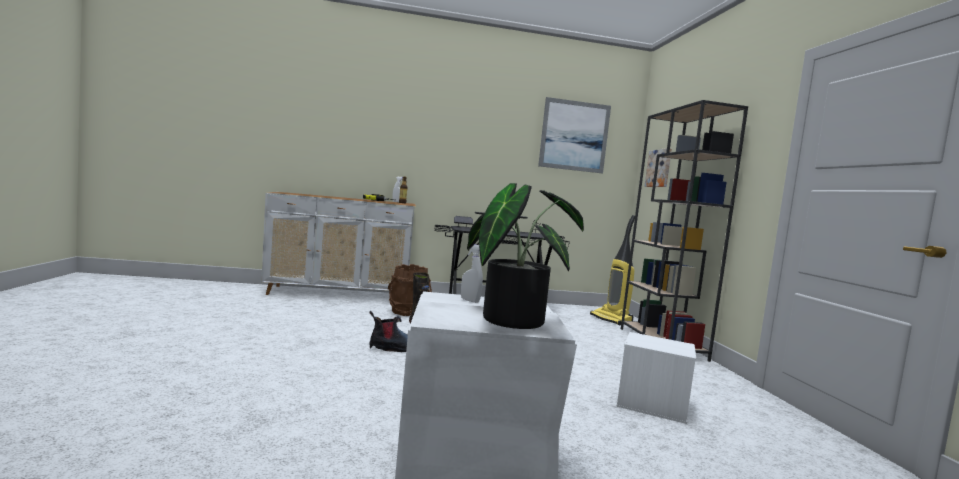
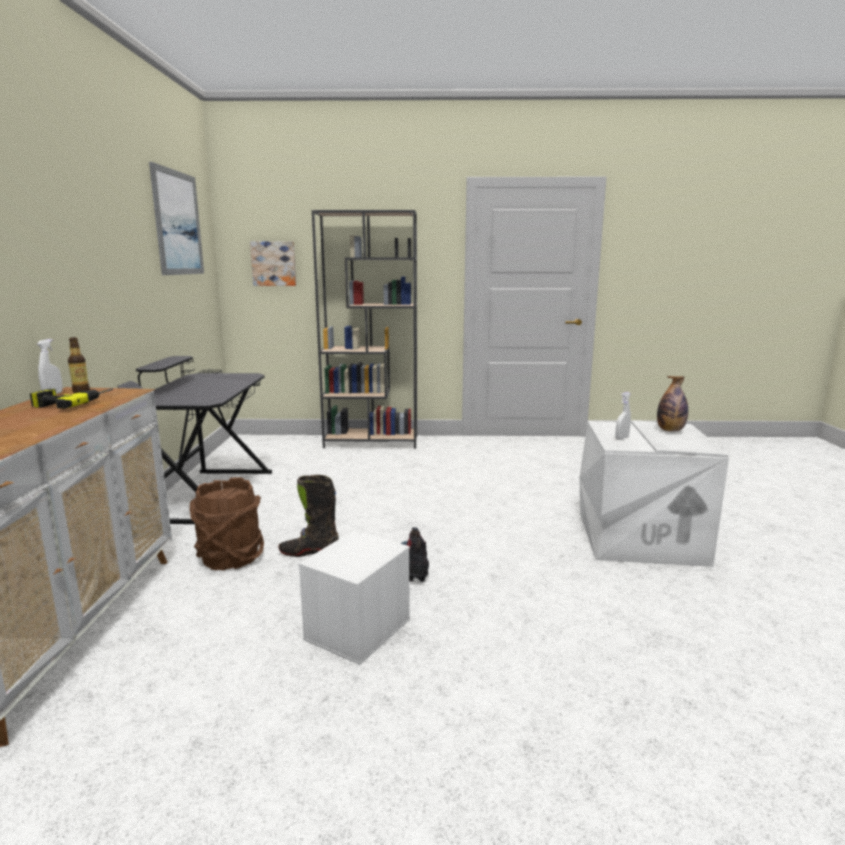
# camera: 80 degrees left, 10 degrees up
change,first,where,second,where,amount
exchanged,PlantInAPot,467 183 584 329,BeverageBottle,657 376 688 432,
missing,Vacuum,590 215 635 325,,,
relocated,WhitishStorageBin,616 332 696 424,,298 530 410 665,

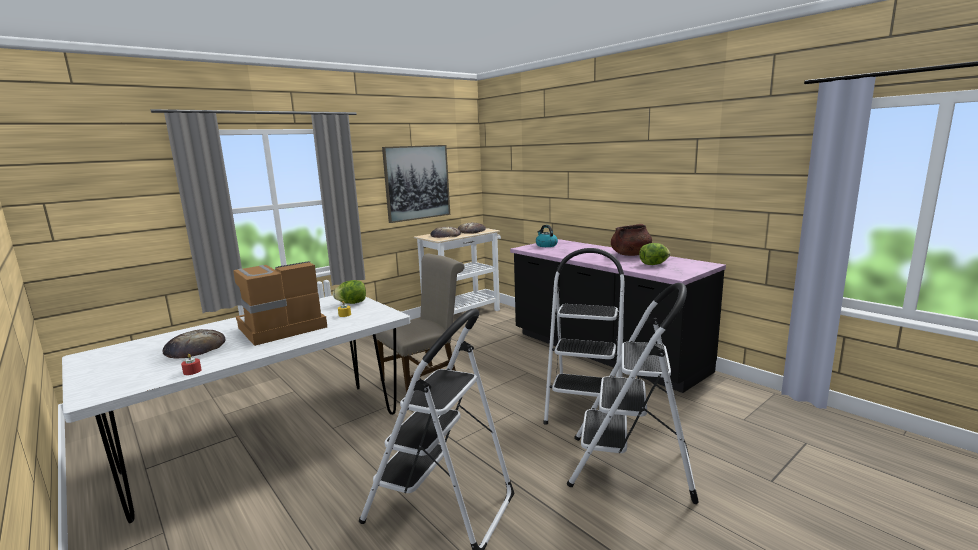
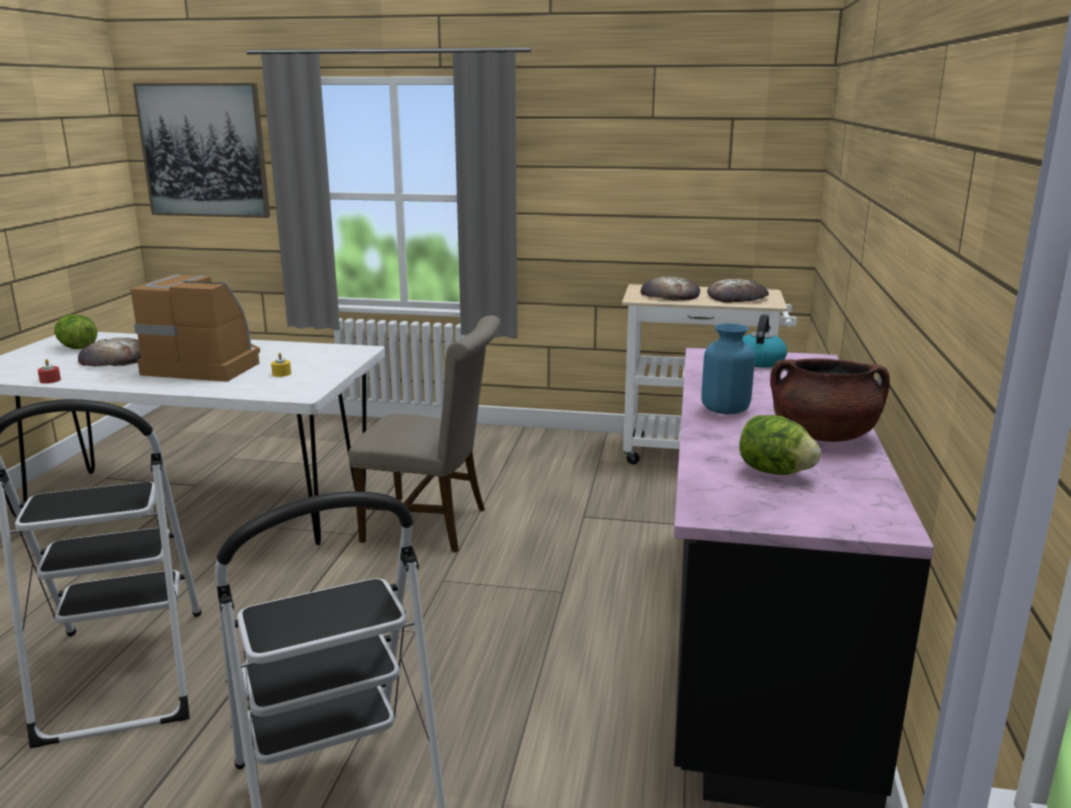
# camera: 50 degrees right, 5 degrees up
change,first,where,second,where,amount
relocated,Picture,382 145 450 223,,133 83 270 218,
missing,StepStool,543 248 625 425,,,
relocated,Lettuce,333 280 366 304,,55 314 97 349,
appeared,,,BlueColouredVase,701 323 755 414,

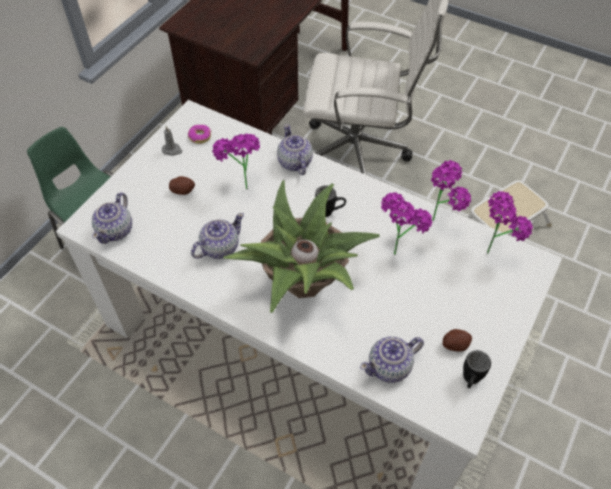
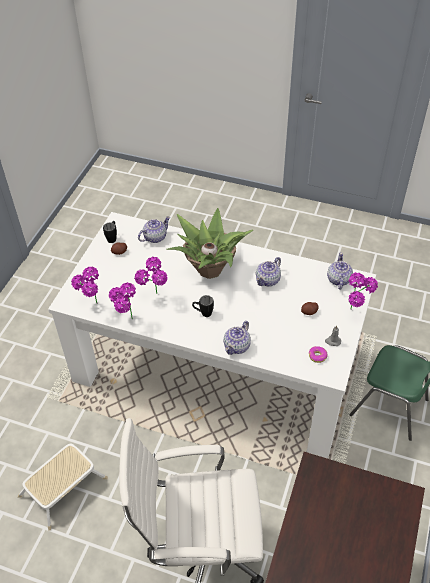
# camera: 170 degrees right, 5 degrees down
change,first,where,second,where,amount
spun,TeaPot,277 124 313 175,,223 321 251 355,60 degrees clockwise
relocated,PlantInAPot,212 134 260 189,,348 272 378 309,

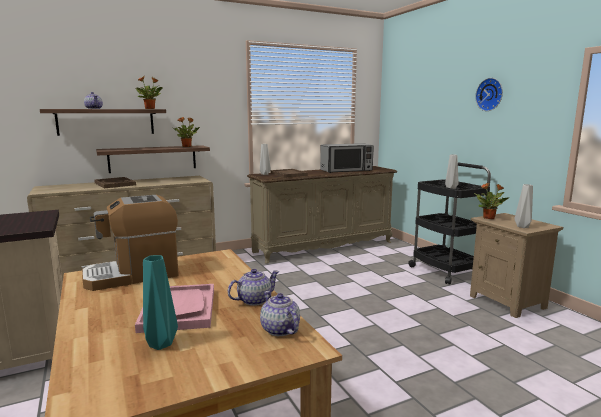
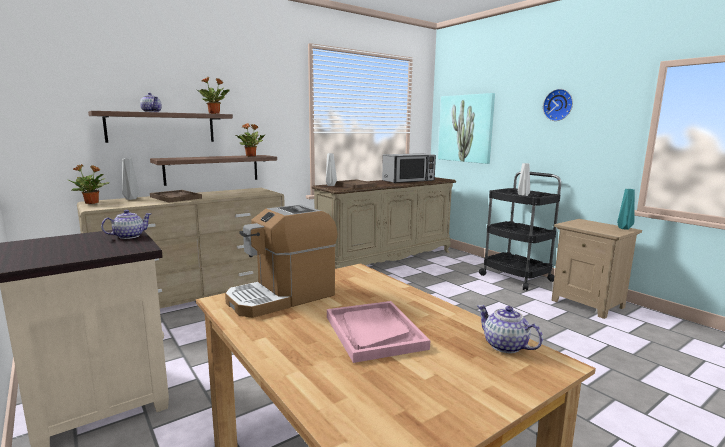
# camera: 10 degrees left, 0 degrees up
change,first,where,second,where,amount
relocated,PlantInAPot,474 183 508 219,,68 164 110 204,
relocated,GrayVase,514 184 533 228,,122 158 139 200,
relocated,BlueGreenVase,143 255 178 350,,617 189 635 230,
relocated,TeaPot,228 269 279 306,,101 210 152 239,
appeared,,,Picture,438 93 495 164,

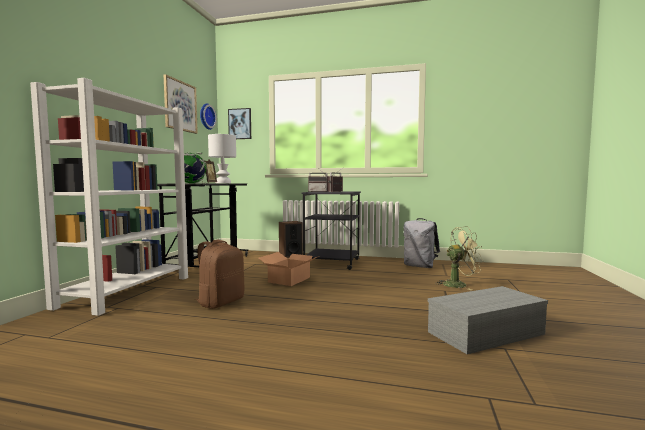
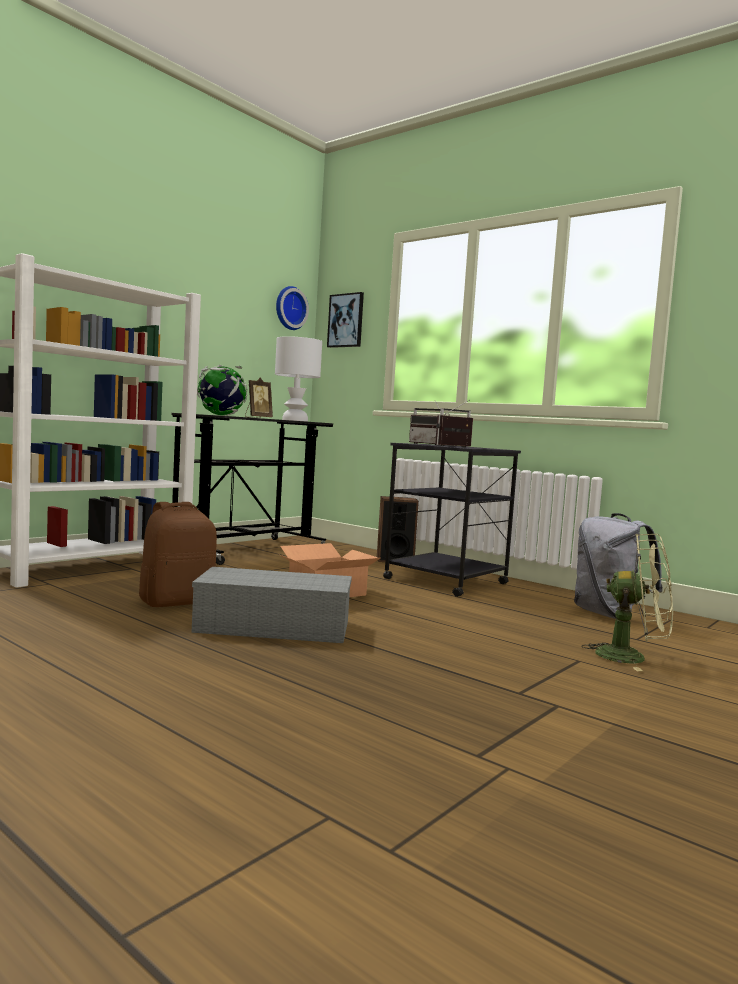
# camera: 25 degrees right, 0 degrees up
change,first,where,second,where,amount
missing,Picture,163 74 198 134,,,
relocated,GrayStorageBin,428 286 548 354,,192 567 352 643,

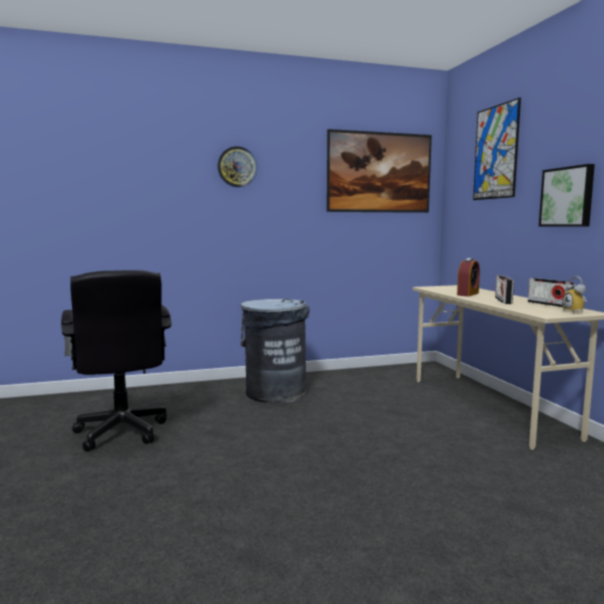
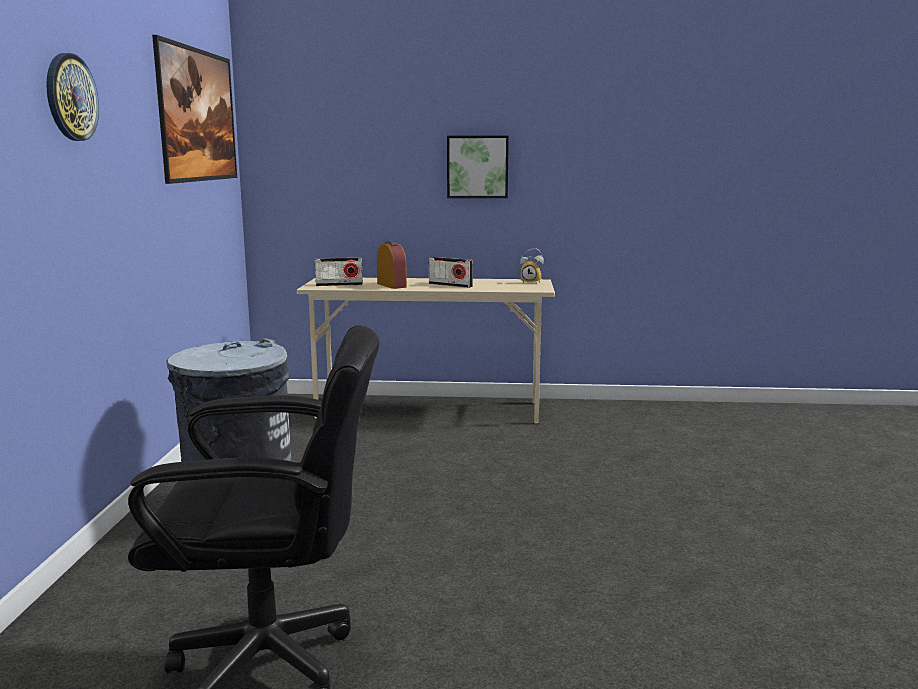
# camera: 70 degrees left, 5 degrees up
change,first,where,second,where,amount
missing,Picture,473 97 521 200,,,
relocated,Radio,528 278 574 307,,315 258 363 286,

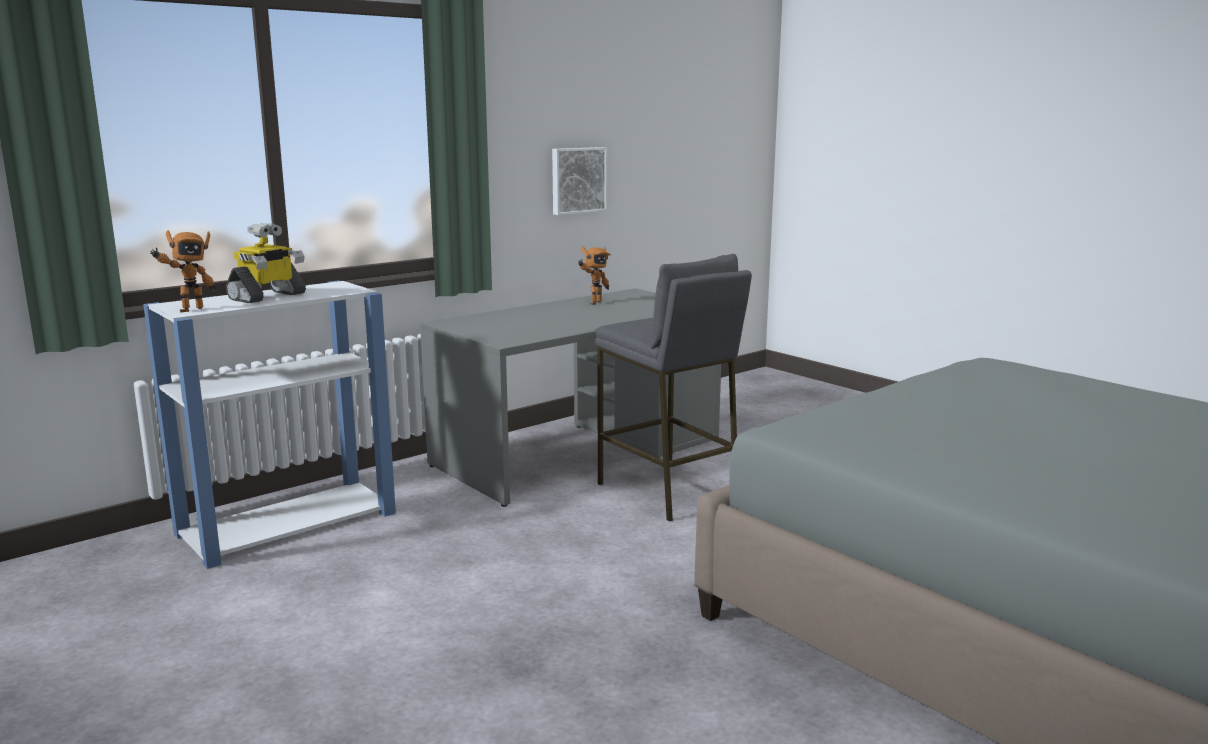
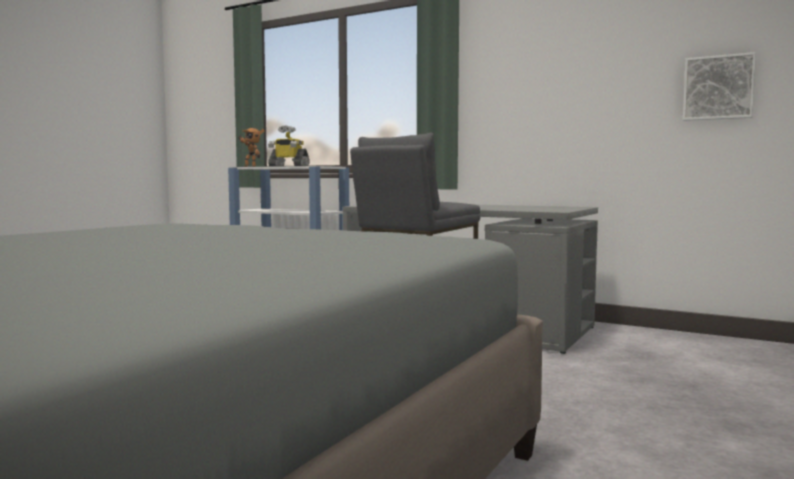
# camera: 70 degrees right, 10 degrees down
change,first,where,second,where,amount
relocated,Picture,552 147 607 215,,683 52 756 121,
missing,ToyRobot,578 246 611 305,,,

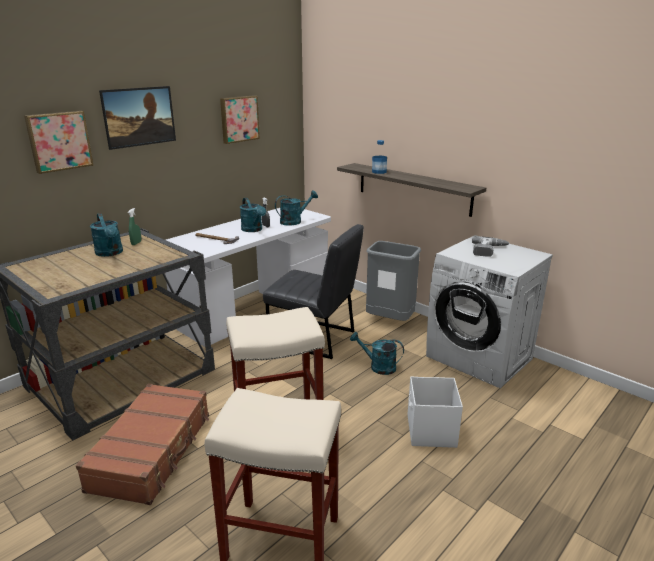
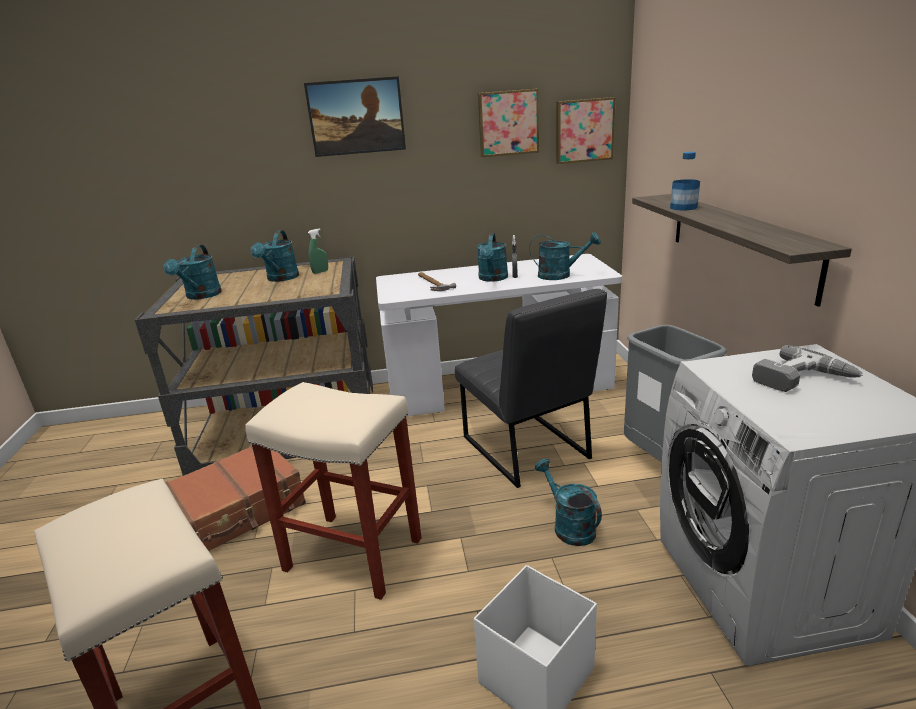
# camera: 40 degrees right, 0 degrees up
change,first,where,second,where,amount
relocated,Picture,24 111 94 174,,556 97 616 164,
appeared,,,BlueGreenSprinklingCan,163 245 222 300,

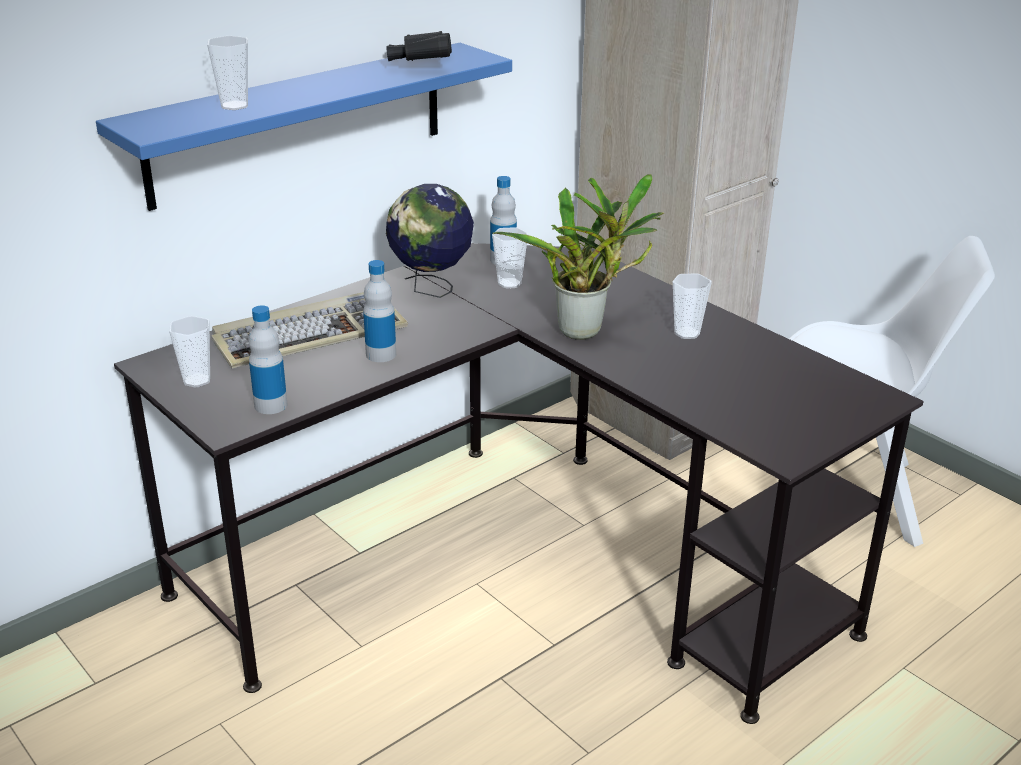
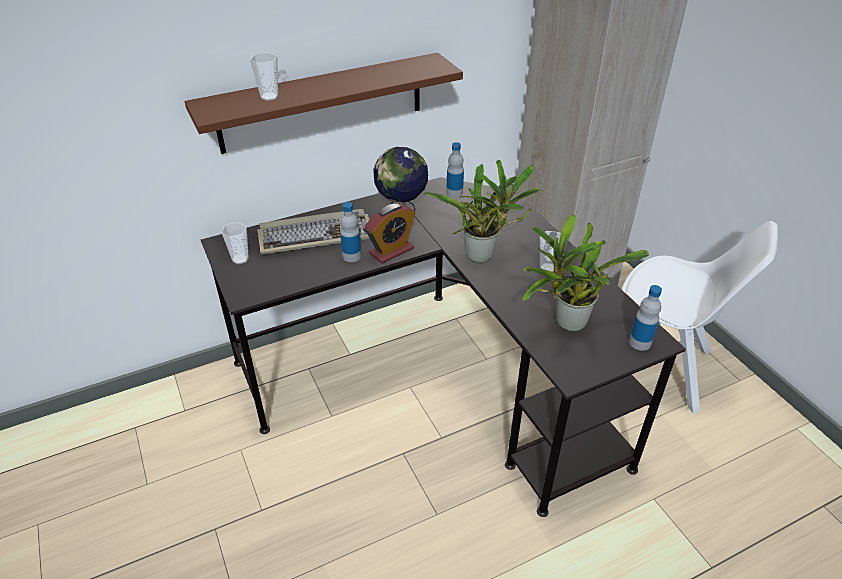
# camera: 15 degrees right, 10 degrees up
change,first,where,second,where,amount
missing,BlackishPairOfBinoculars,386 31 452 61,,,
colour,BlueColouredShelf,96 43 512 211,BrownShelf,185 53 463 154,
missing,Cup,492 227 528 289,,,
relocated,BeverageBottle,248 305 288 414,,629 285 662 351,
appeared,,,TableClock,365 204 416 264,
appeared,,,PlantInAPot,522 214 649 332,

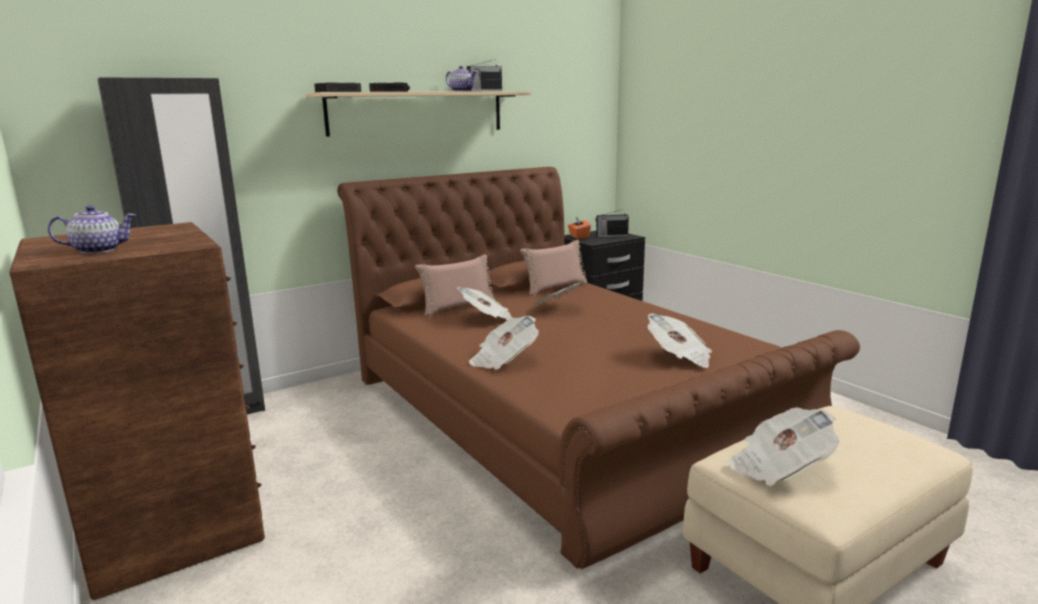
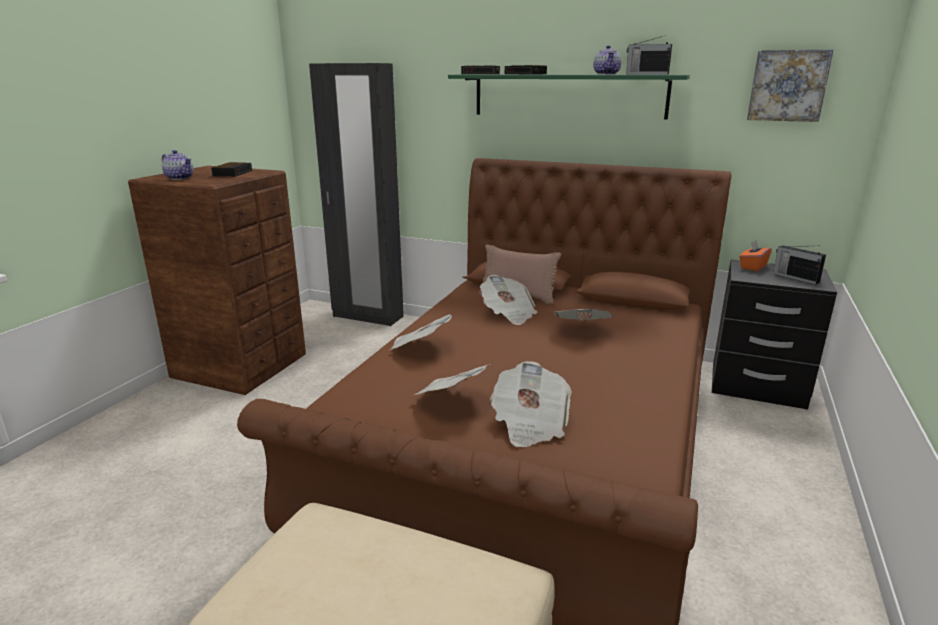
# camera: 55 degrees right, 5 degrees up
change,first,where,second,where,amount
colour,SandColouredShelf,306 91 531 137,GreenishShelf,448 75 690 120,
missing,SandColouredCushion,520 240 587 296,,,
relocated,Newspaper,728 407 839 486,,414 364 490 395,
appeared,,,Picture,747 49 834 122,
appeared,,,TableClock,211 162 252 177,

